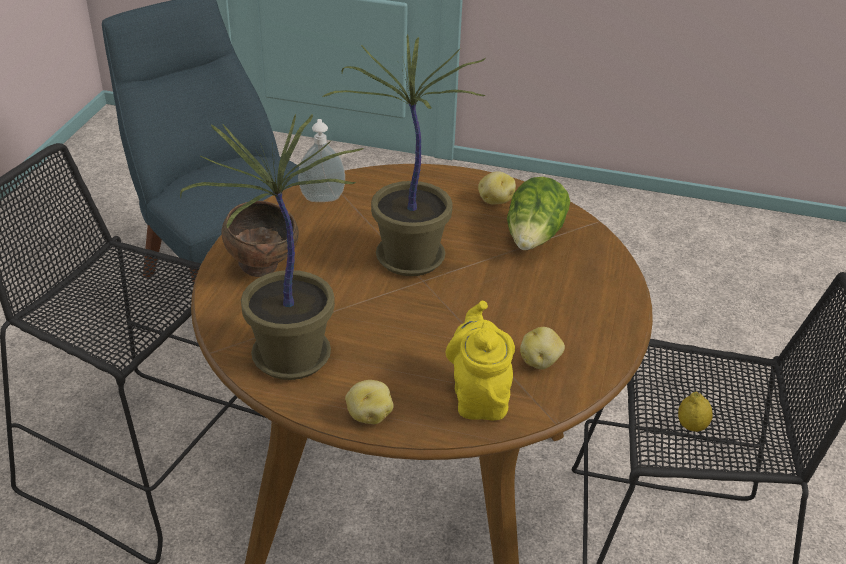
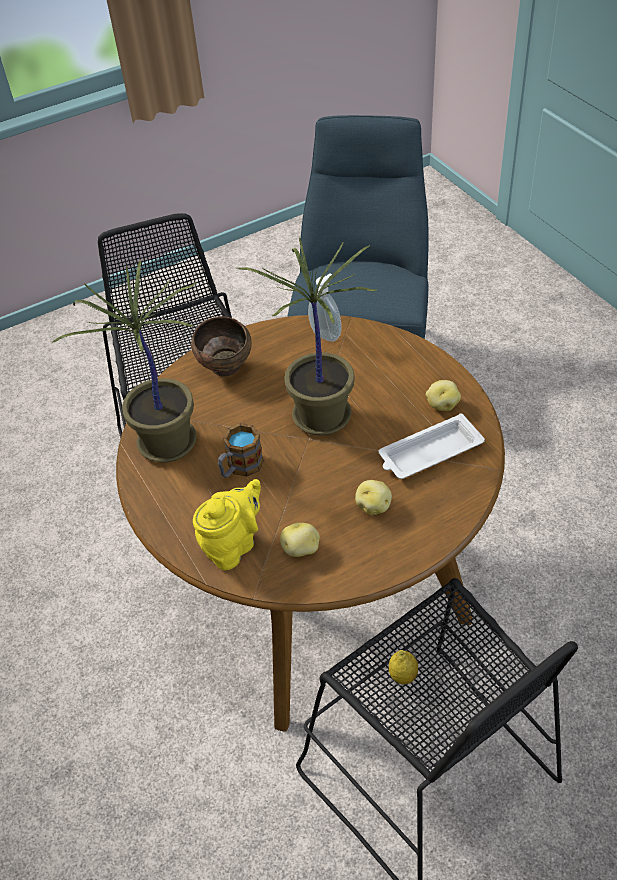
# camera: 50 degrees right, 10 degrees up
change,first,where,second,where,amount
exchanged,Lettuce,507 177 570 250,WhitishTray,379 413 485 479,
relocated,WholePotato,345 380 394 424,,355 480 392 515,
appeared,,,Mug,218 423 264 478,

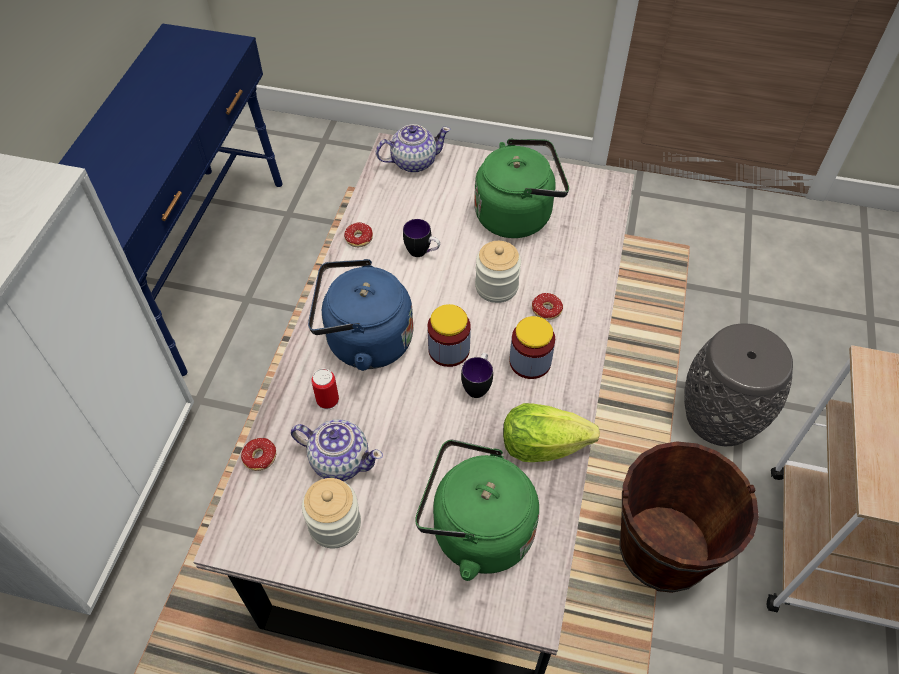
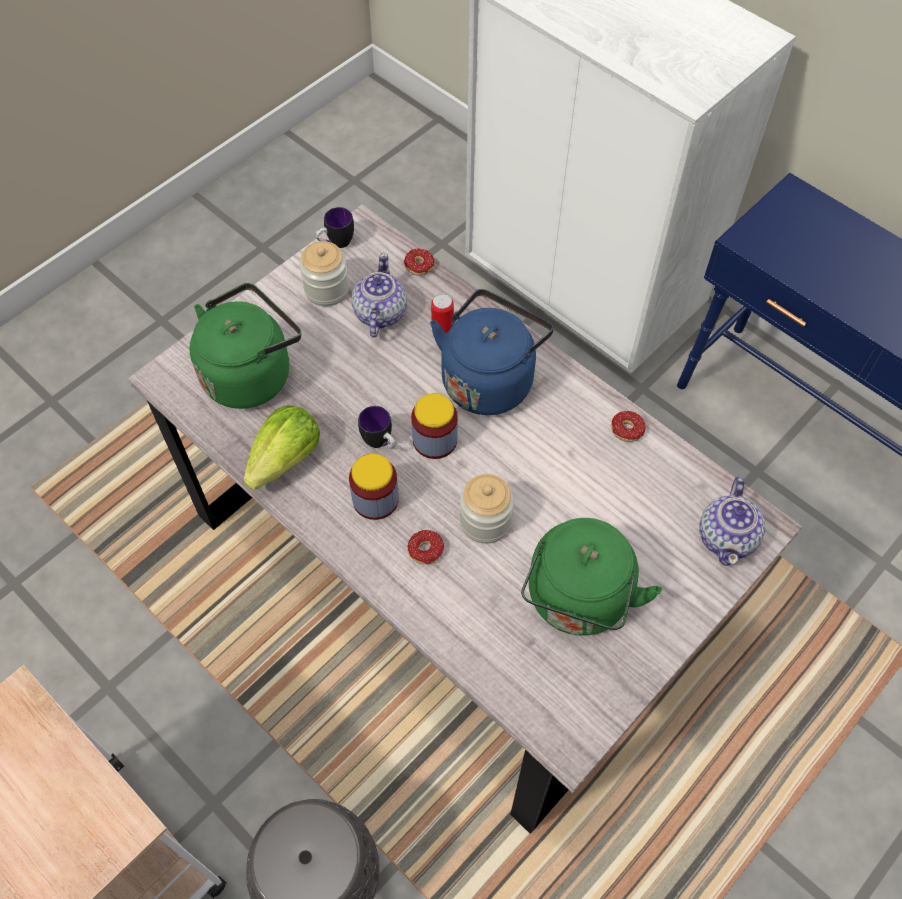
# camera: 120 degrees right, 5 degrees up
change,first,where,second,where,amount
relocated,Mug,403 219 440 257,,316 207 354 248,
spun,TeaPot,291 419 383 481,,352 253 407 338,135 degrees clockwise
missing,BrownBucket,620 441 759 593,,,

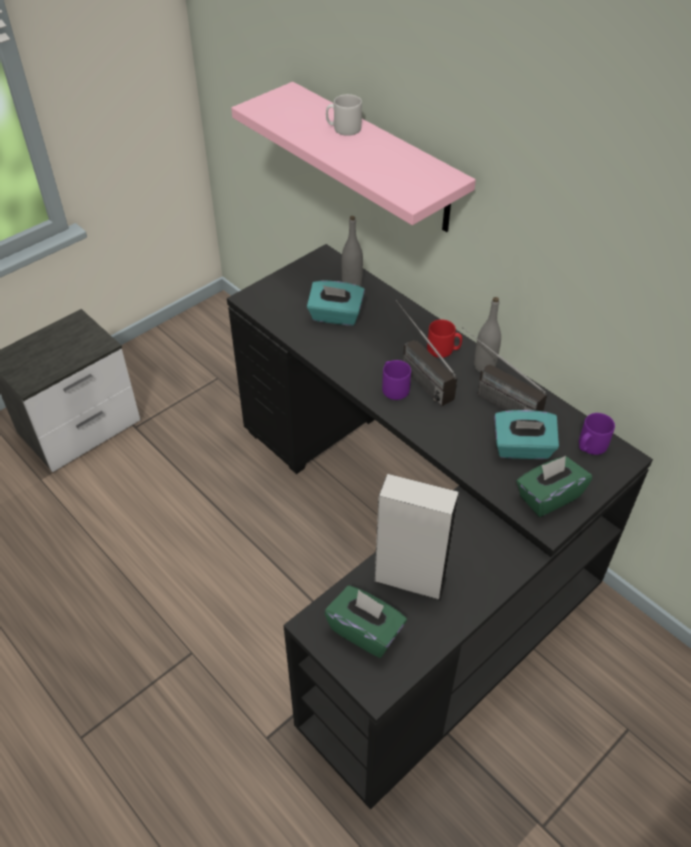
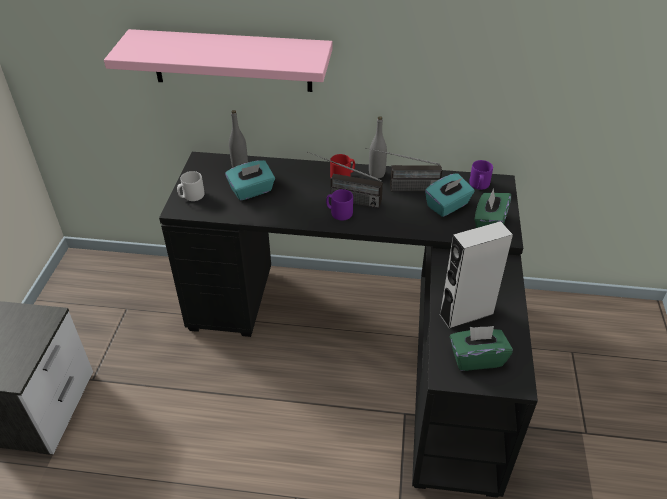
# camera: 40 degrees left, 5 degrees down
change,first,where,second,where,amount
relocated,GrayMug,326 94 362 136,,177 171 205 201,

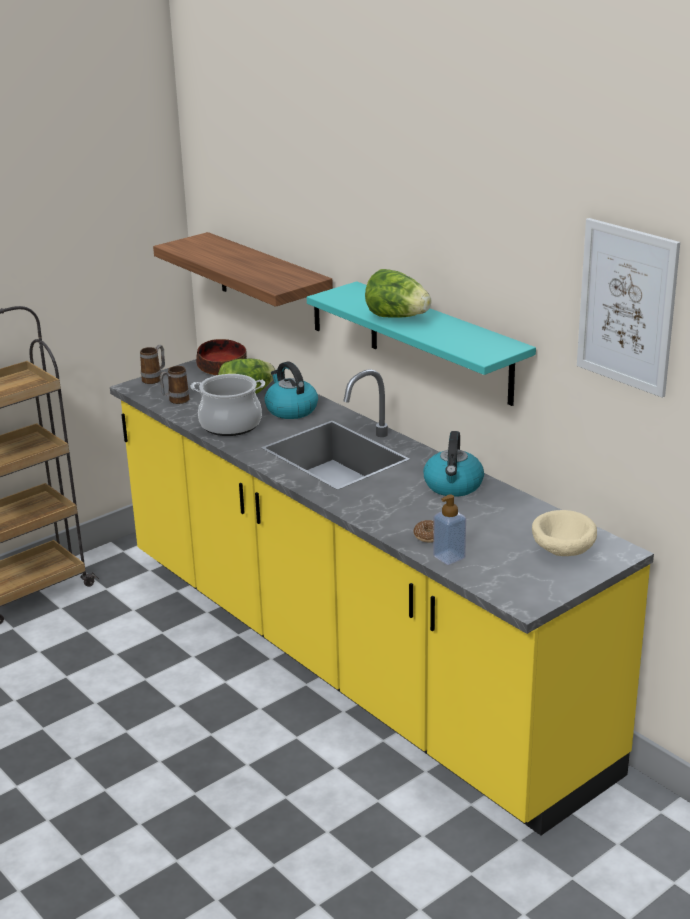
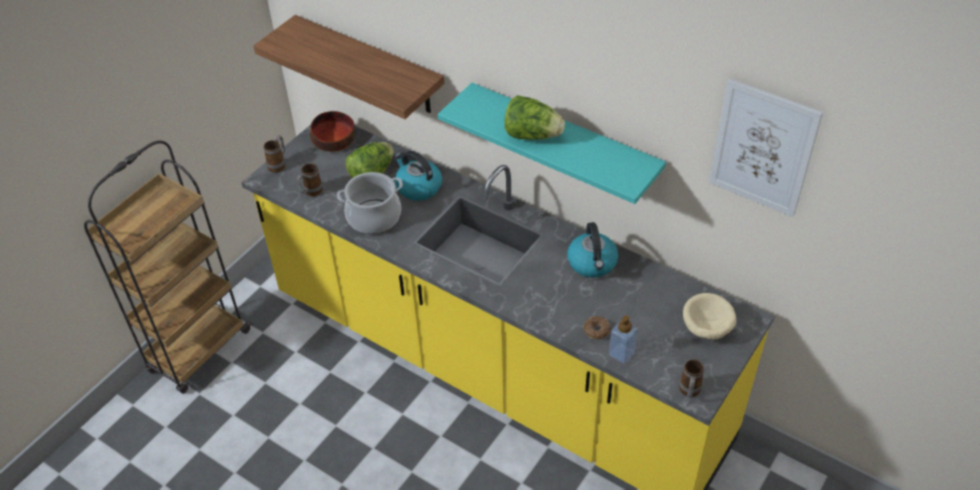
# camera: 15 degrees left, 20 degrees up
change,first,where,second,where,amount
appeared,,,Mug,679 359 704 398,

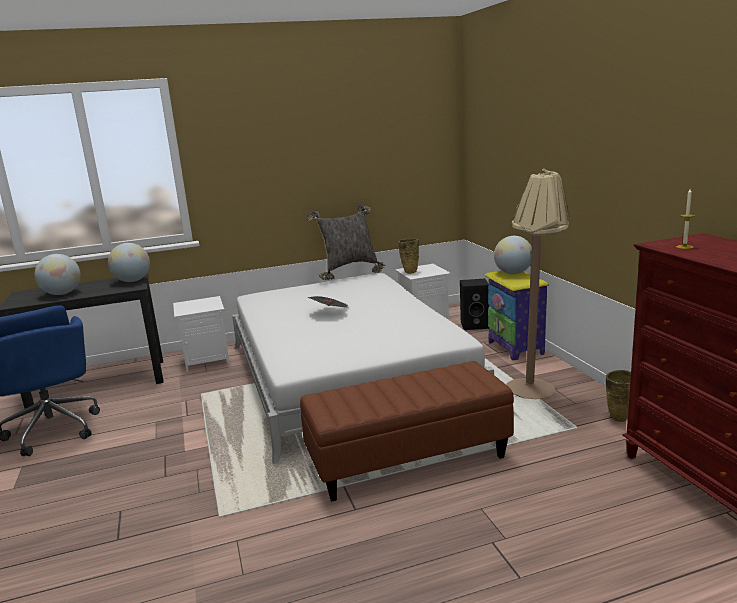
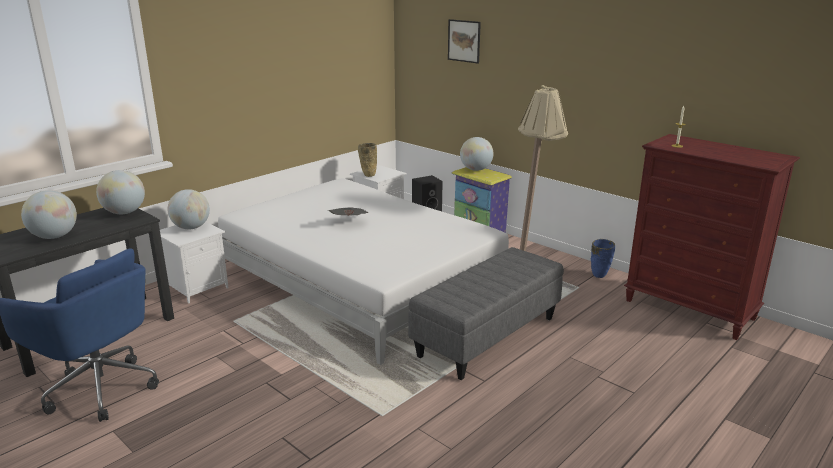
# camera: 30 degrees left, 5 degrees up
change,first,where,second,where,amount
missing,Cushion,307 203 384 280,,,
colour,BrownFootrest,300 361 514 502,GrayFootrest,408 247 564 380,
colour,SandColouredVase,606 370 631 422,BlueColouredVase,591 239 615 278,
appeared,,,Picture,448 19 481 64,
appeared,,,DeskGlobe,168 189 210 229,

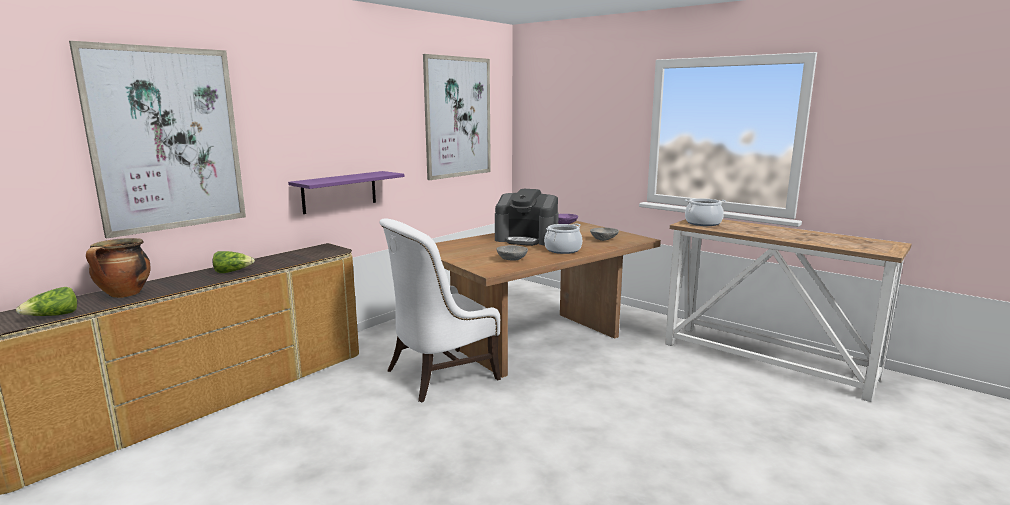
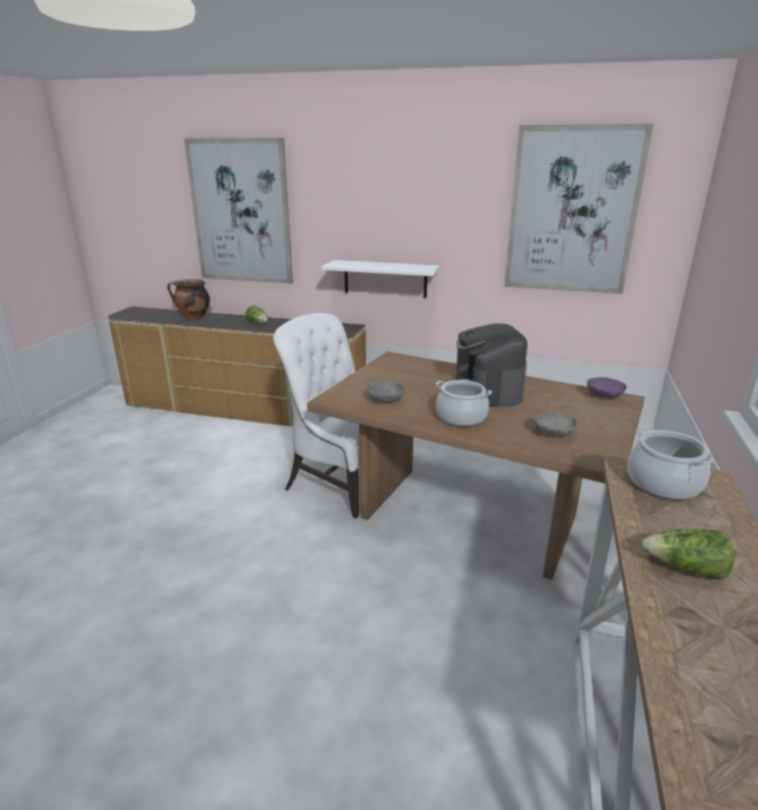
# camera: 65 degrees right, 10 degrees up
change,first,where,second,where,amount
colour,PurplishShelf,288 171 404 214,WhitishShelf,321 260 440 298,
relocated,Lettuce,16 287 77 316,,642 529 734 580,

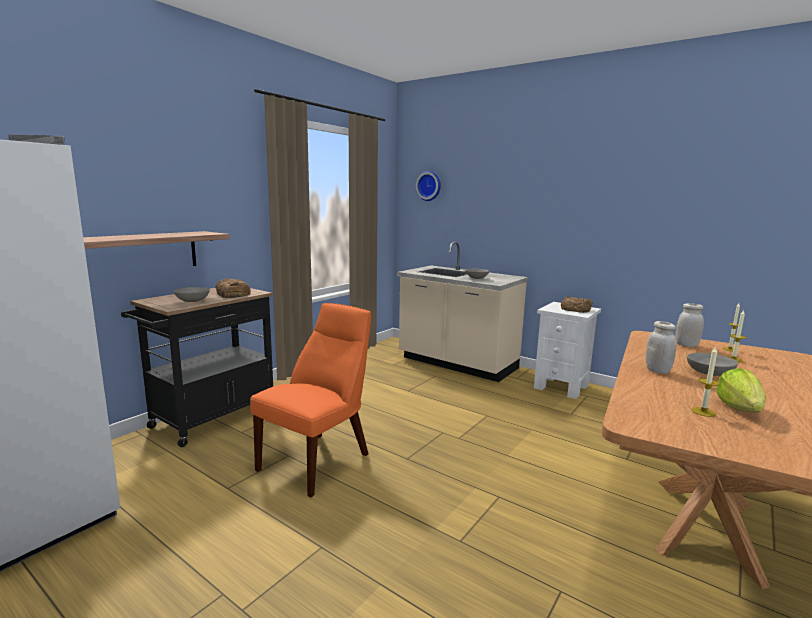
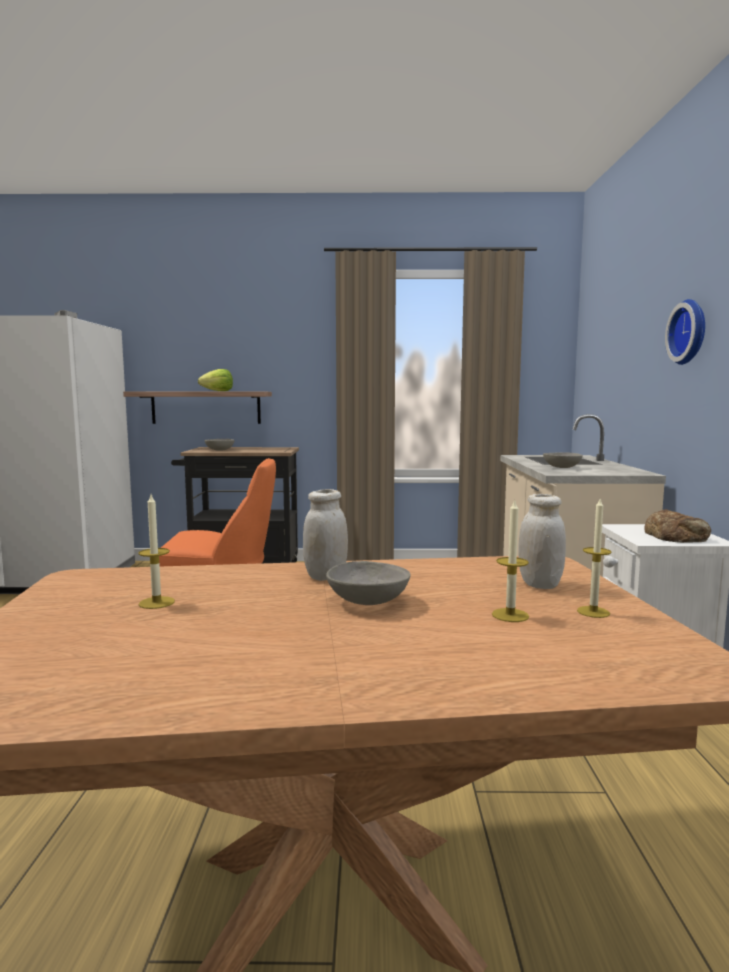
# camera: 55 degrees right, 5 degrees down
change,first,where,second,where,amount
relocated,WallClock,416 171 441 201,,665 299 705 365,
missing,Bread,216 278 251 298,,,
relocated,Lettuce,716 368 766 413,,198 369 233 391,

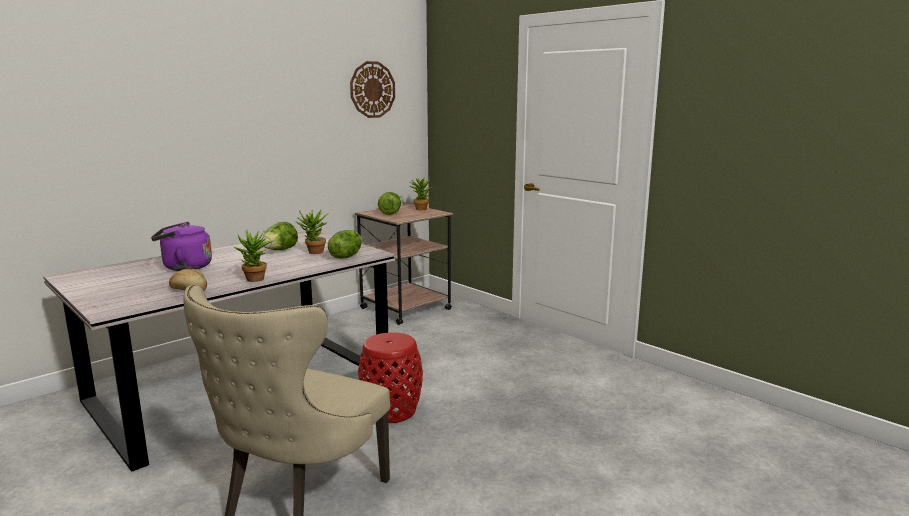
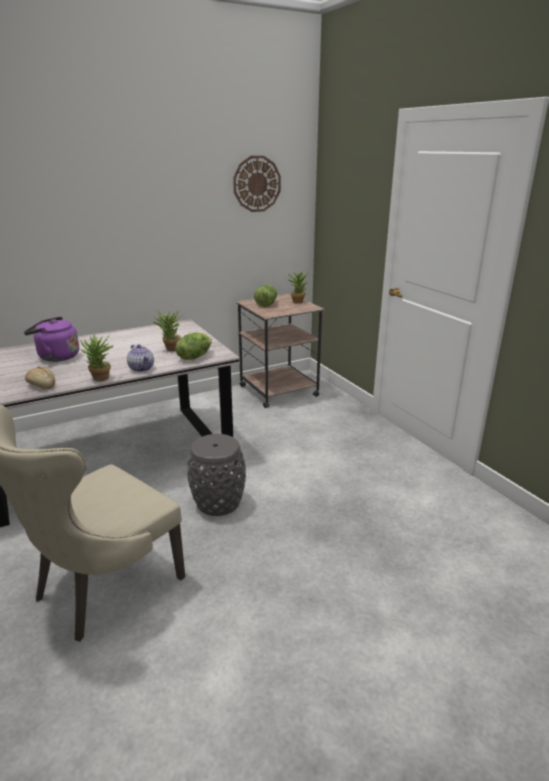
# camera: 15 degrees right, 10 degrees up
change,first,where,second,where,amount
missing,Lettuce,262 222 298 250,,,
colour,RedColouredStoolSeat,358 332 423 423,GrayStoolSeat,187 434 246 516,
appeared,,,TeaPot,127 344 154 372,

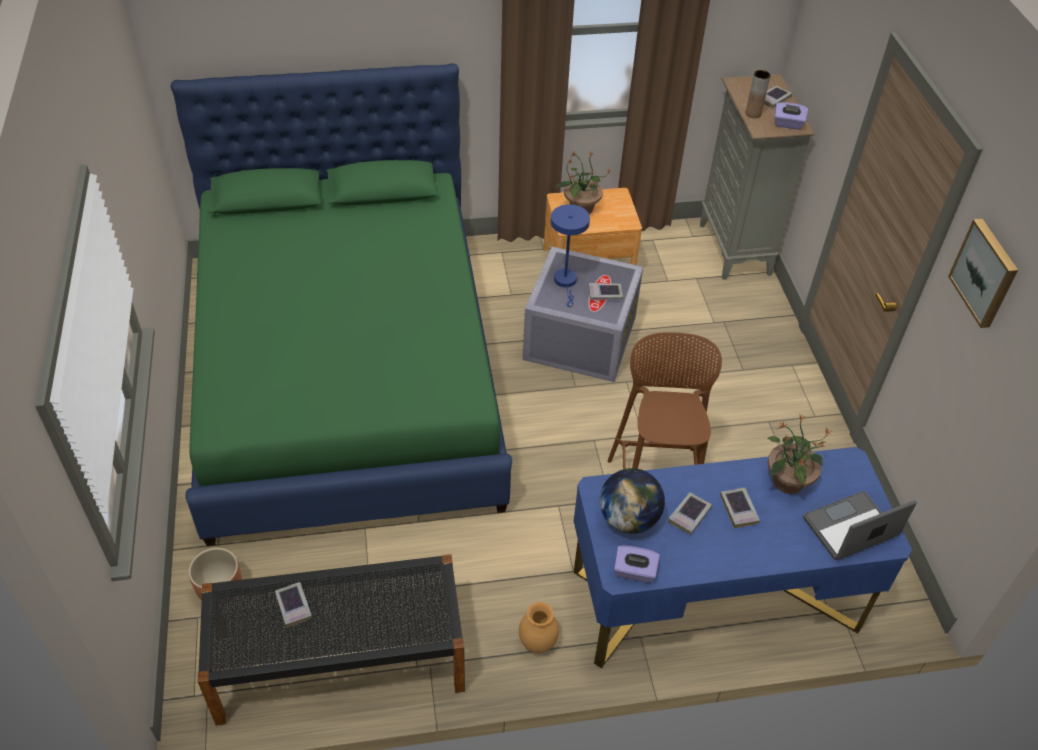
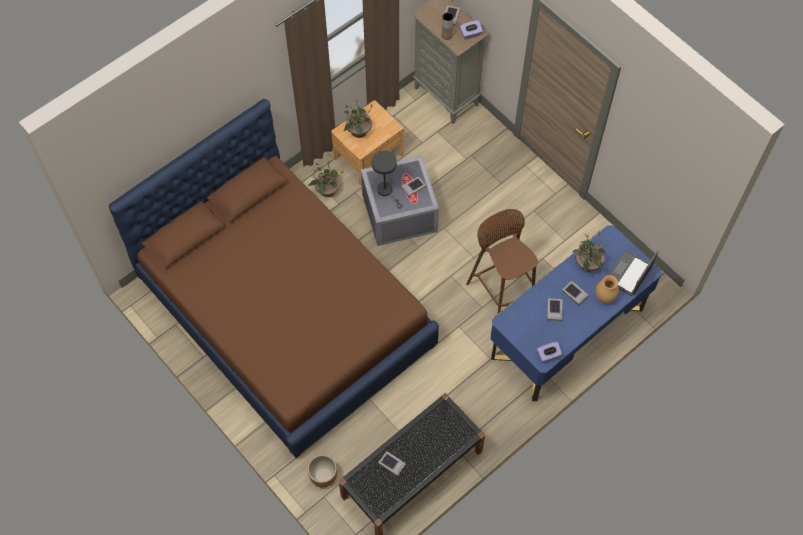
# camera: 30 degrees left, 15 degrees up
change,first,where,second,where,amount
colour,GreenishBedroomBed,171 63 512 546,BrownBedroomBed,109 99 439 458,
colour,BlueColouredTableLamp,551 204 590 307,GrayTableLamp,371 151 402 208,
missing,Picture,948 219 1018 328,,,
missing,DeskGlobe,600 468 665 534,,,
relocated,BrownVase,519 602 559 653,,595 275 619 304,
appeared,,,PlantInAPot,308 160 344 197,

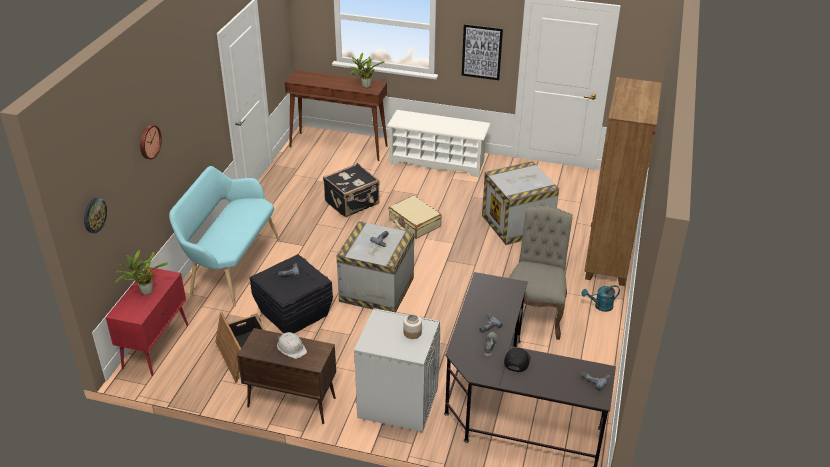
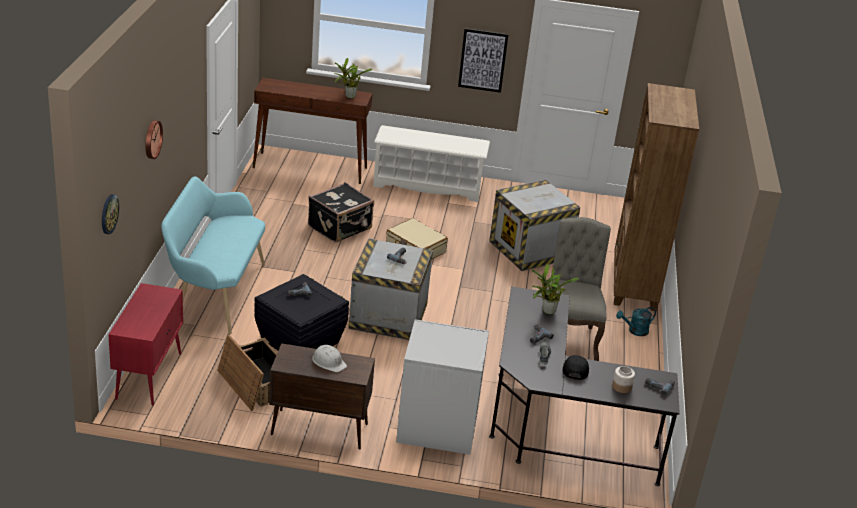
# camera: 10 degrees left, 5 degrees down
change,first,where,second,where,amount
relocated,PlantInAPot,115 250 168 295,,532 264 579 315,
relocated,StorageJar,404 314 422 339,,612 366 635 393,

